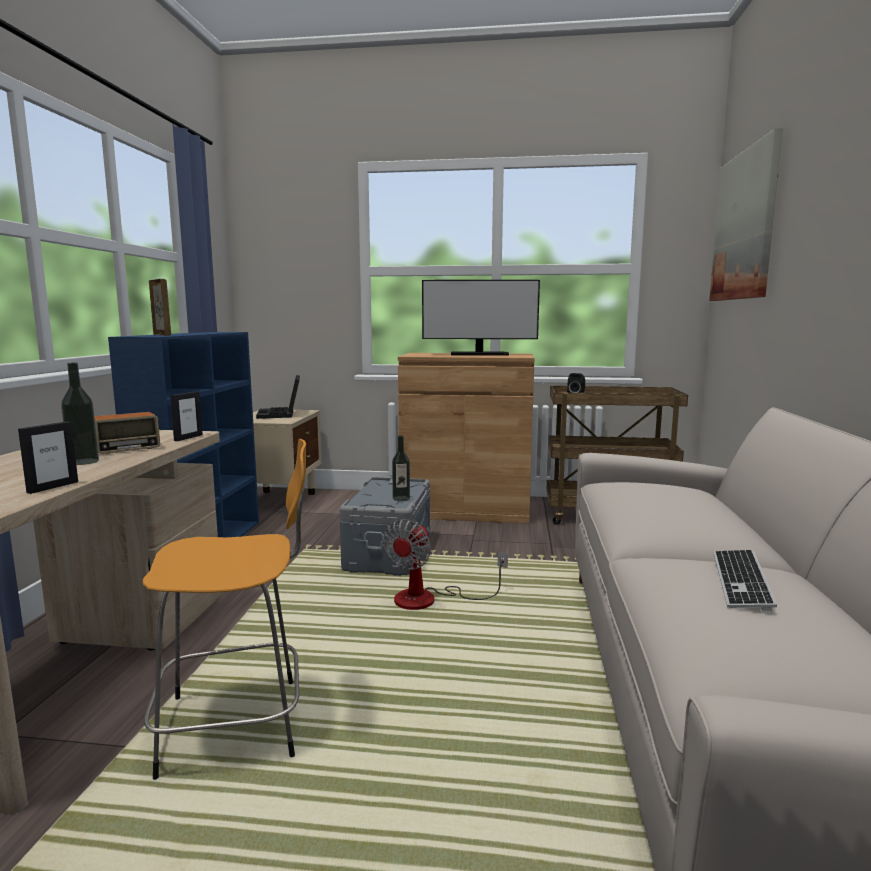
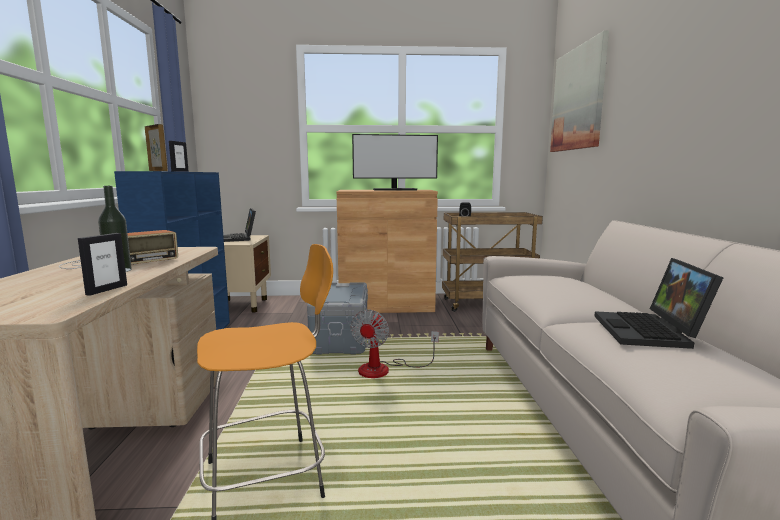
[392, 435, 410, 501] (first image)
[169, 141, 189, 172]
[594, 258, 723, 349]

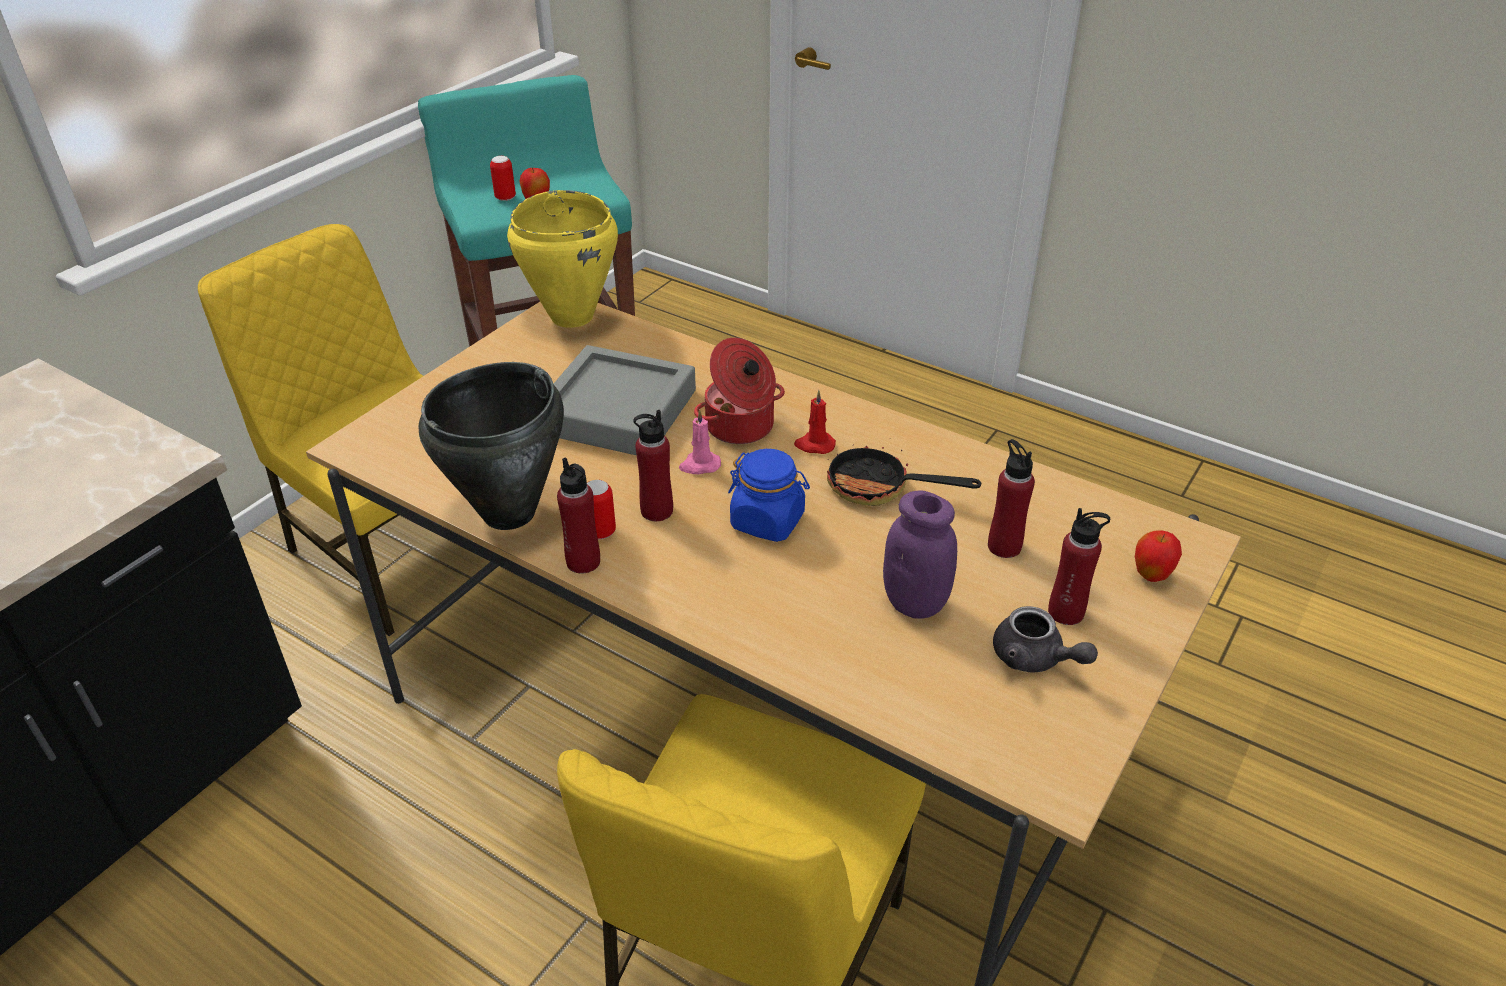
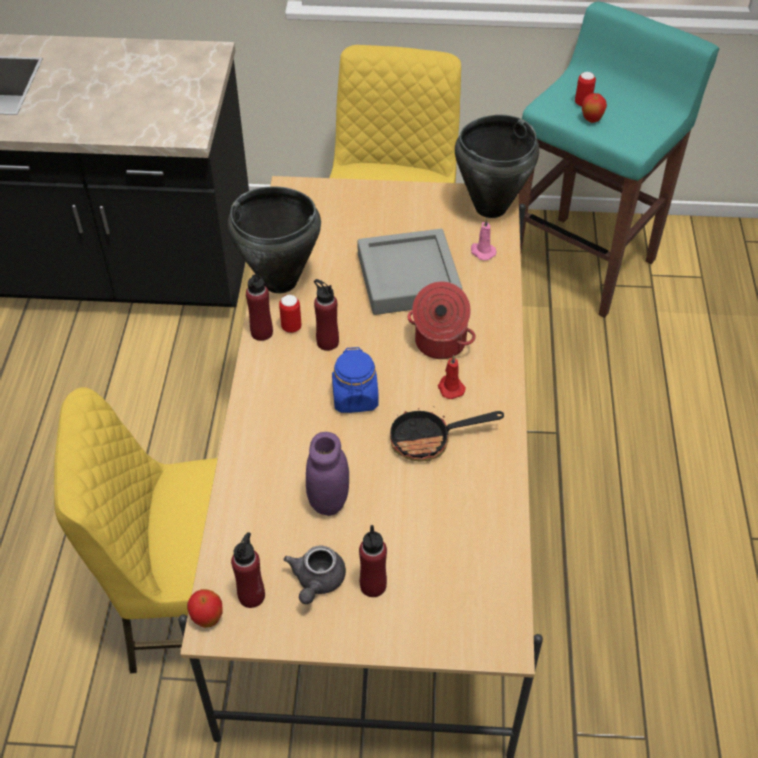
[471, 218, 496, 260]
[231, 532, 265, 608]
[187, 589, 223, 628]
[455, 115, 539, 218]
[390, 401, 504, 462]

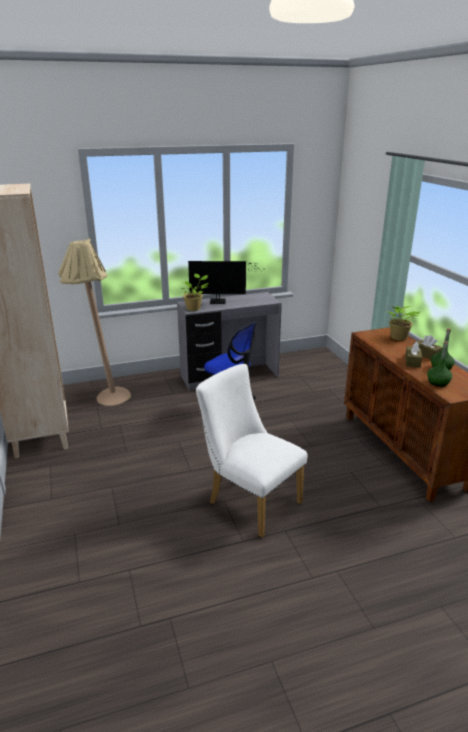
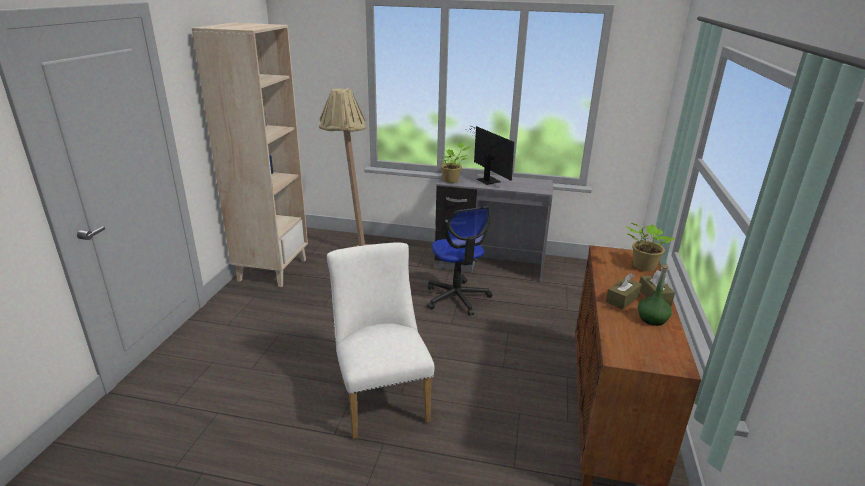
[427, 341, 452, 387] (first image)
[470, 126, 514, 185]

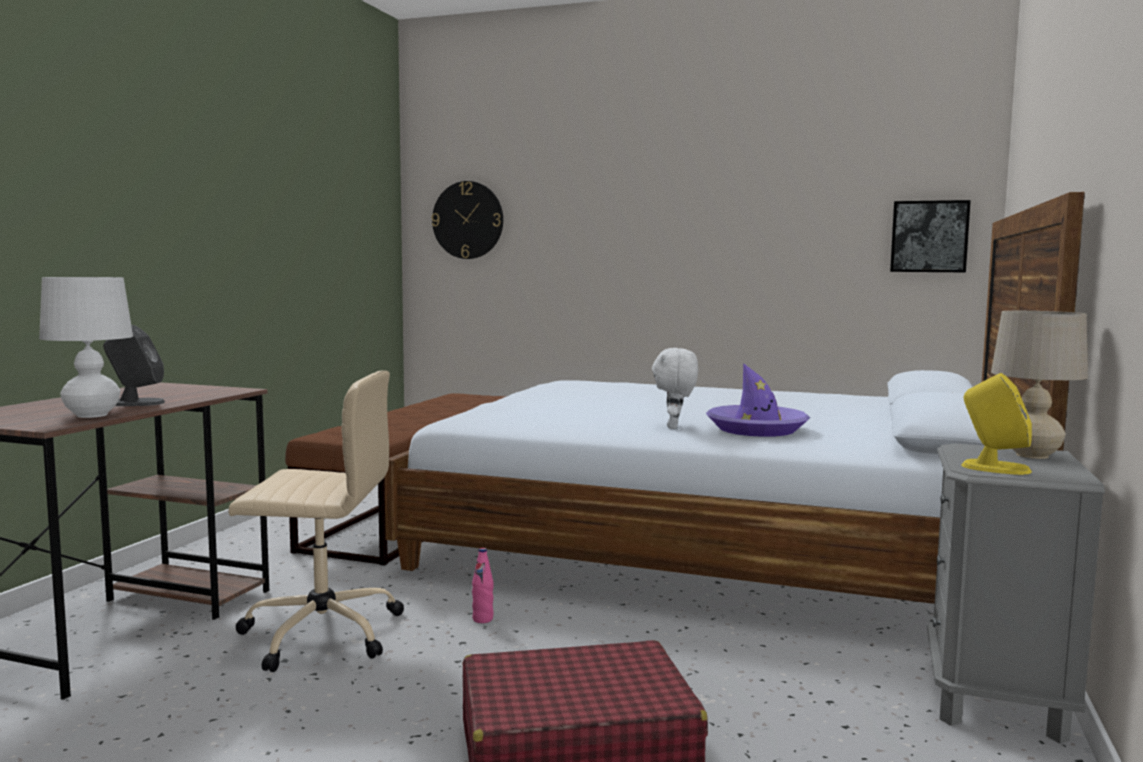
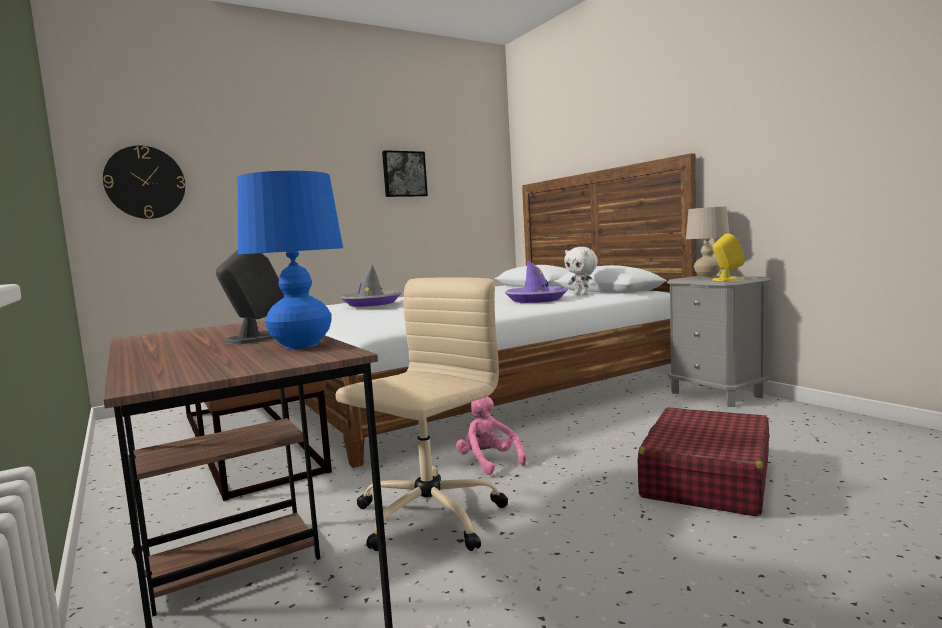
[341, 265, 401, 307]
[564, 247, 598, 295]
[382, 150, 428, 197]
[456, 396, 526, 475]
[237, 171, 343, 349]

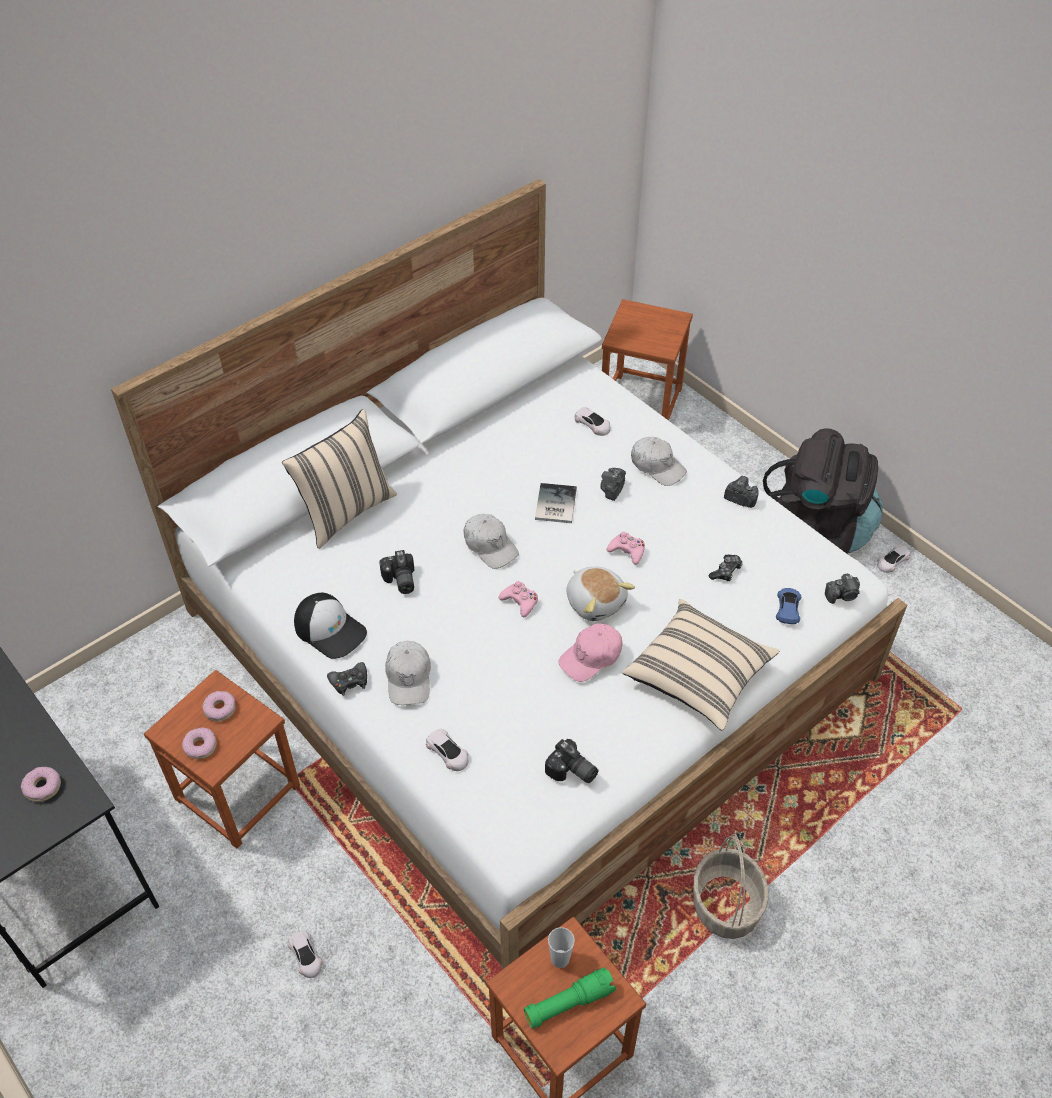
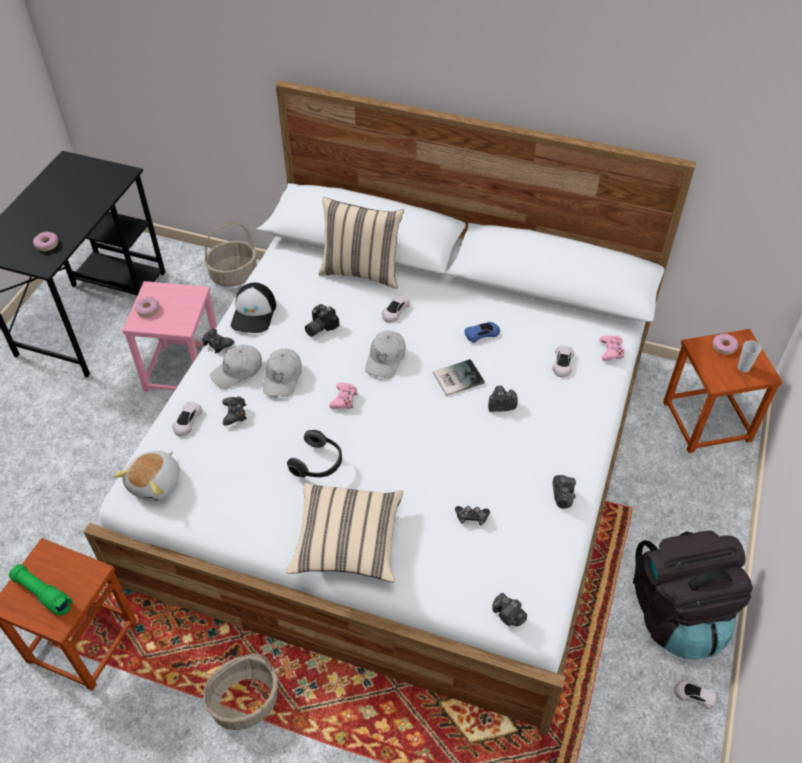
[545, 739, 598, 783] (first image)
[204, 222, 257, 287]
[222, 396, 247, 426]
[713, 334, 738, 355]
[382, 295, 410, 323]
[737, 340, 762, 373]
[114, 451, 180, 501]
[600, 335, 624, 361]
[263, 348, 302, 397]
[464, 322, 500, 343]
[287, 430, 342, 477]
[122, 281, 217, 392]

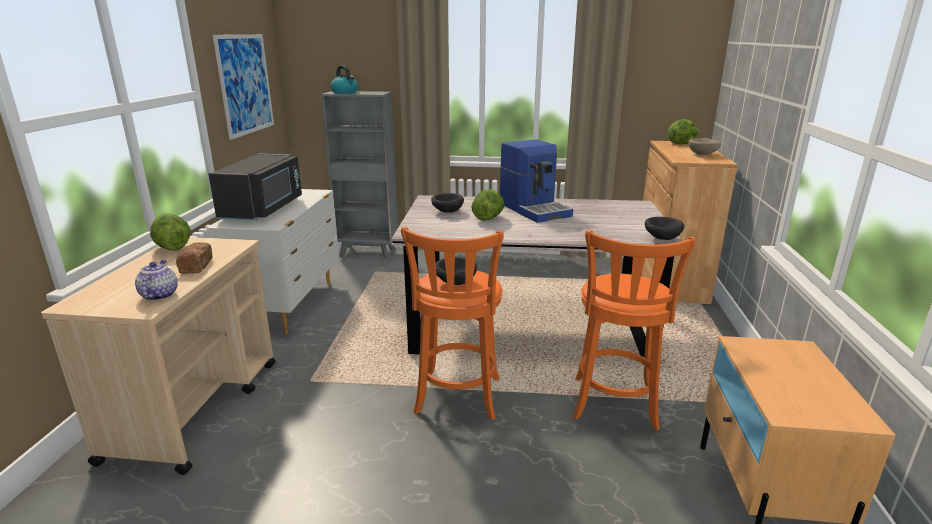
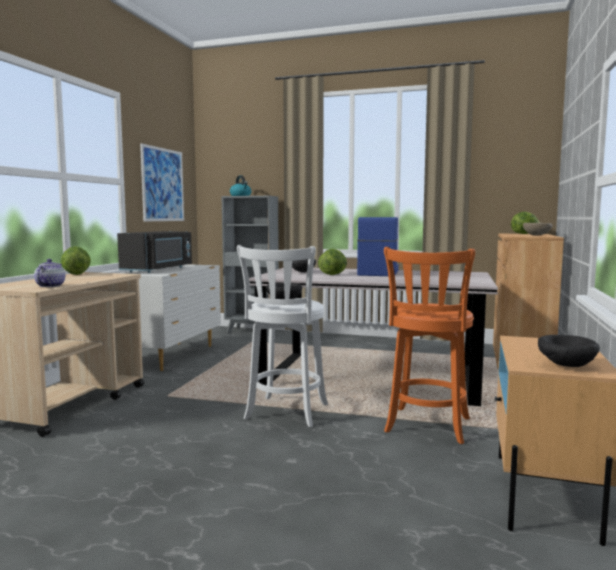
[176, 242, 212, 274] (first image)
[538, 335, 599, 367]
[237, 245, 328, 427]
[357, 217, 399, 276]

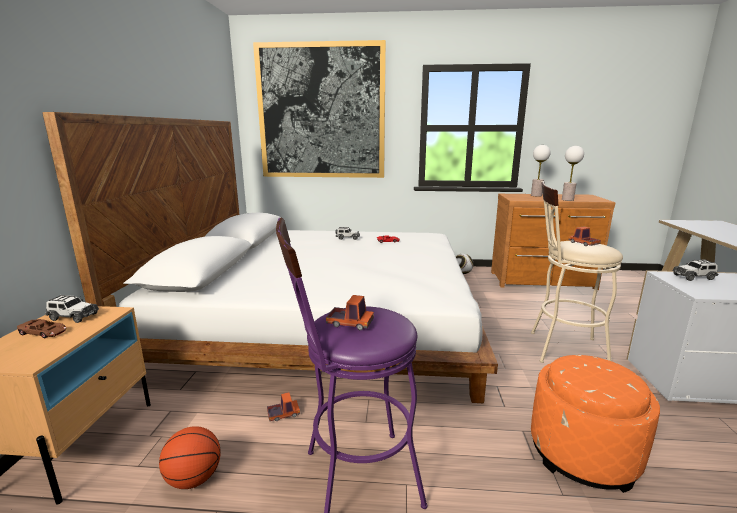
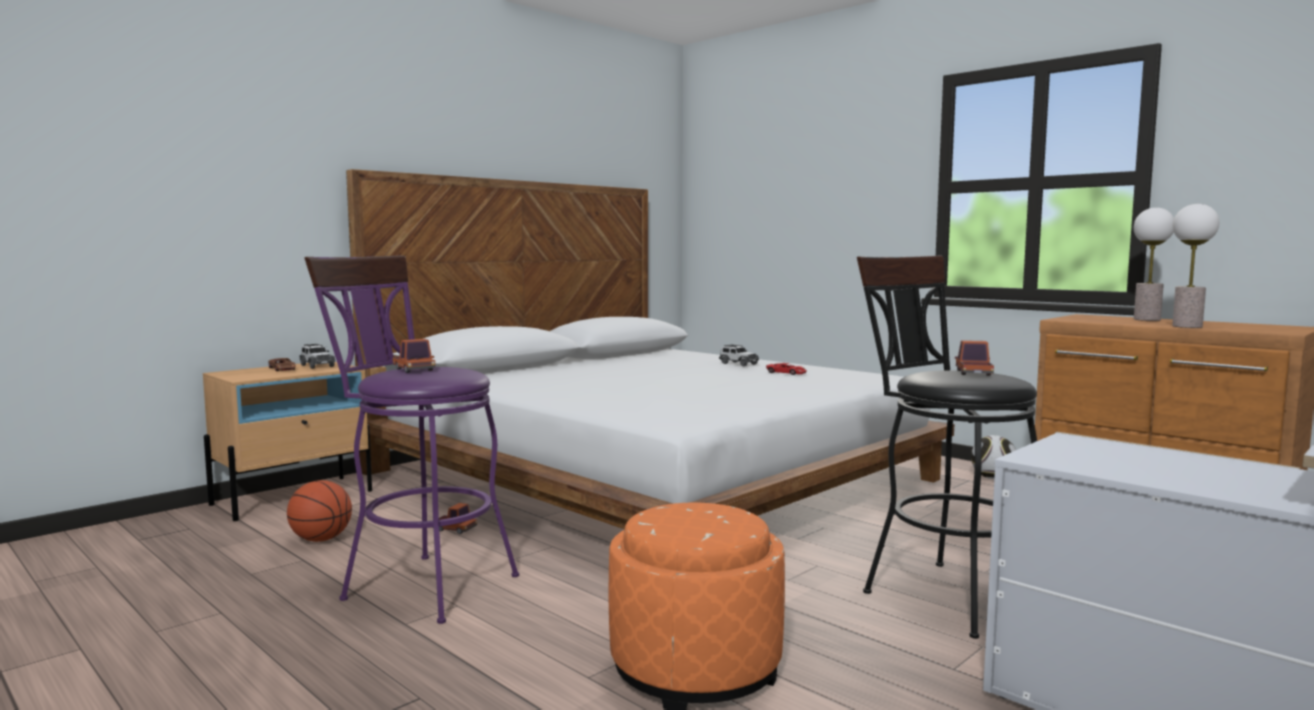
[253, 40, 386, 178] (first image)
[672, 259, 718, 281] (first image)
[857, 256, 1037, 639]

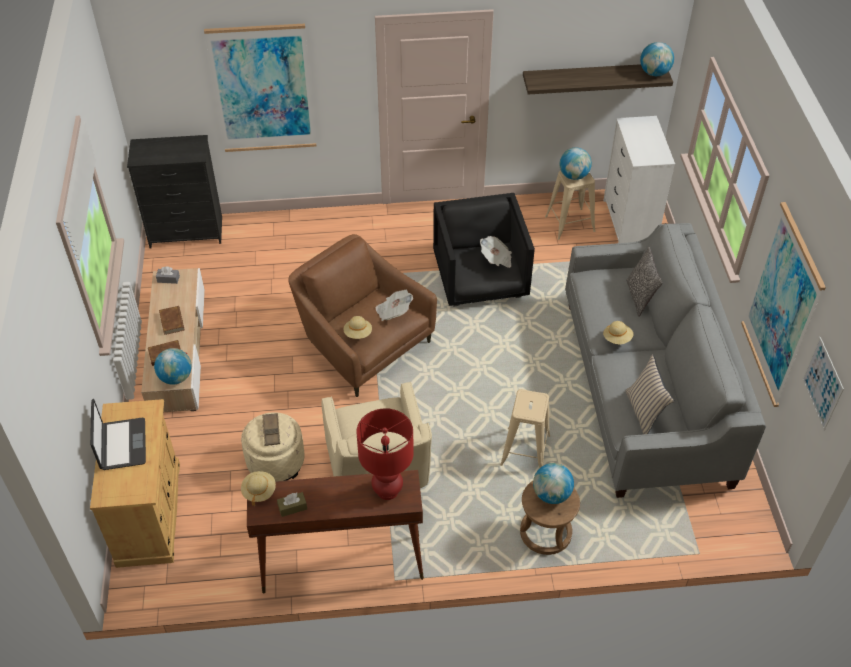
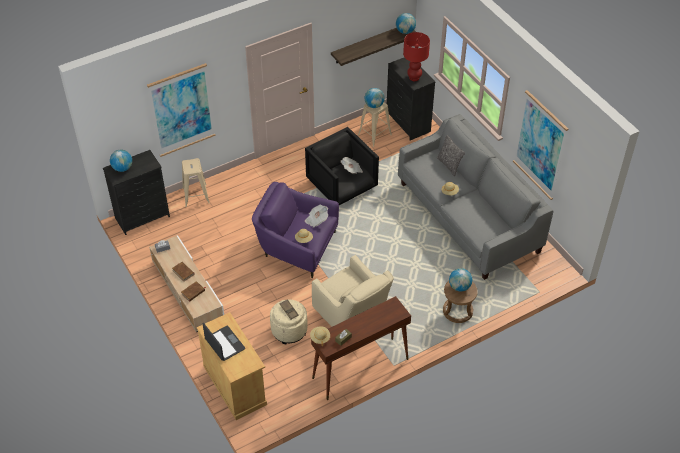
[626, 355, 674, 434] (first image)
[802, 337, 844, 431] (first image)
[110, 150, 132, 172]
[403, 32, 430, 81]
[182, 158, 210, 207]
[252, 182, 339, 278]
[387, 57, 436, 140]

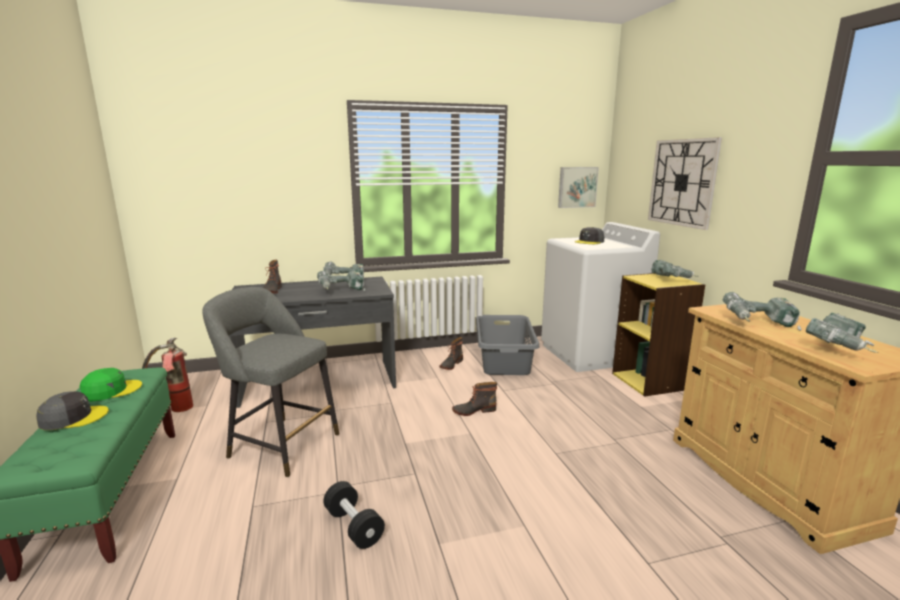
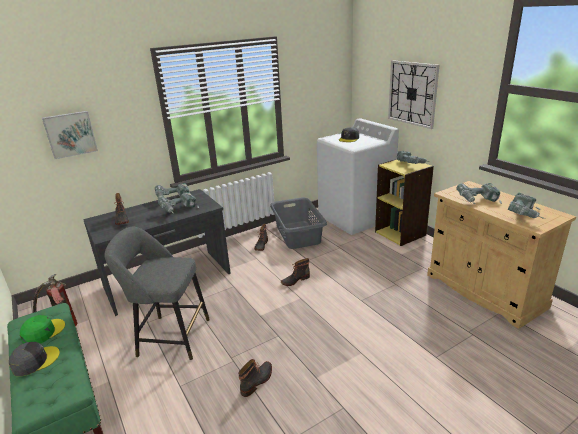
[42, 111, 98, 159]
[238, 359, 272, 397]

